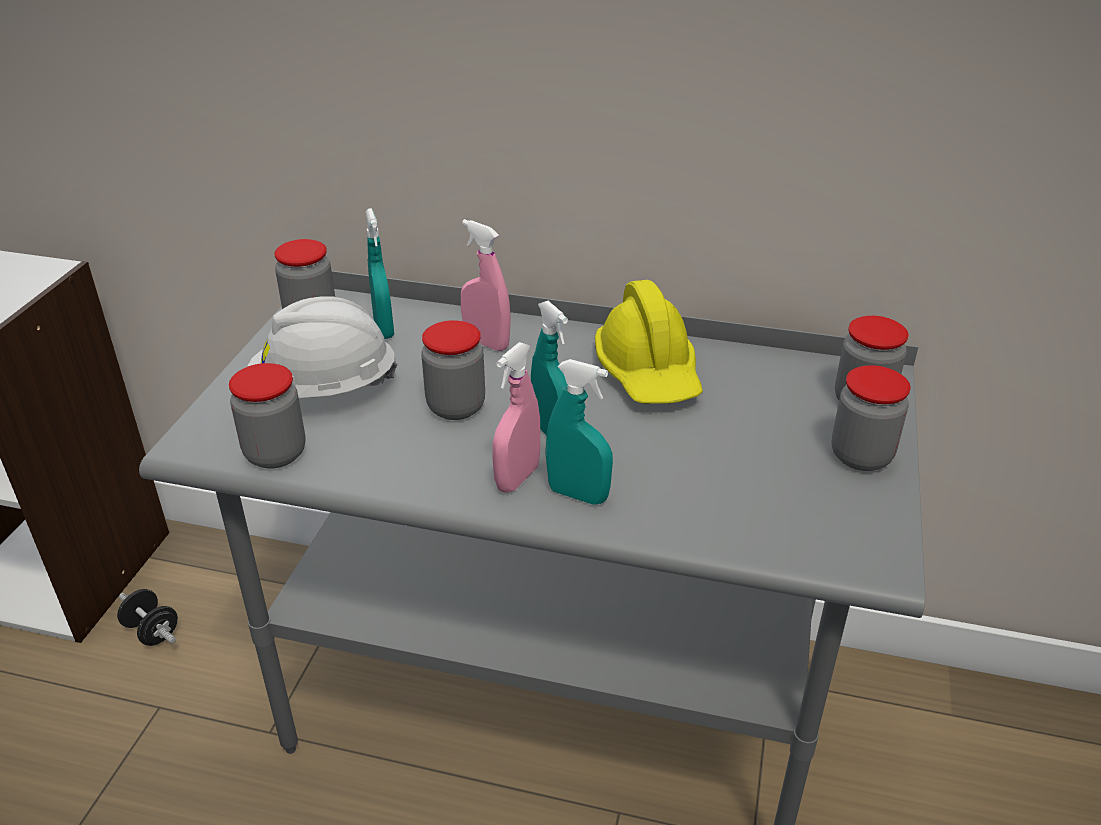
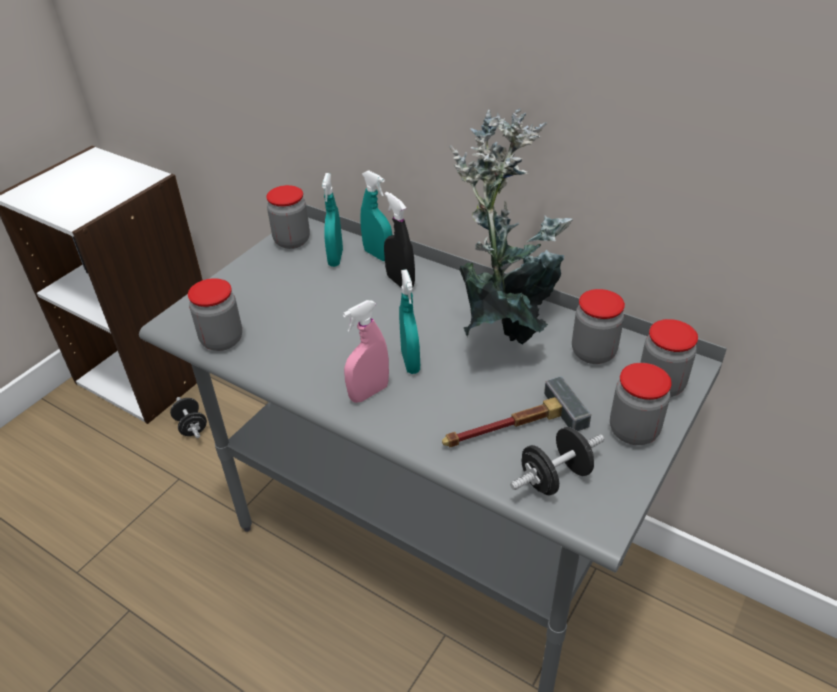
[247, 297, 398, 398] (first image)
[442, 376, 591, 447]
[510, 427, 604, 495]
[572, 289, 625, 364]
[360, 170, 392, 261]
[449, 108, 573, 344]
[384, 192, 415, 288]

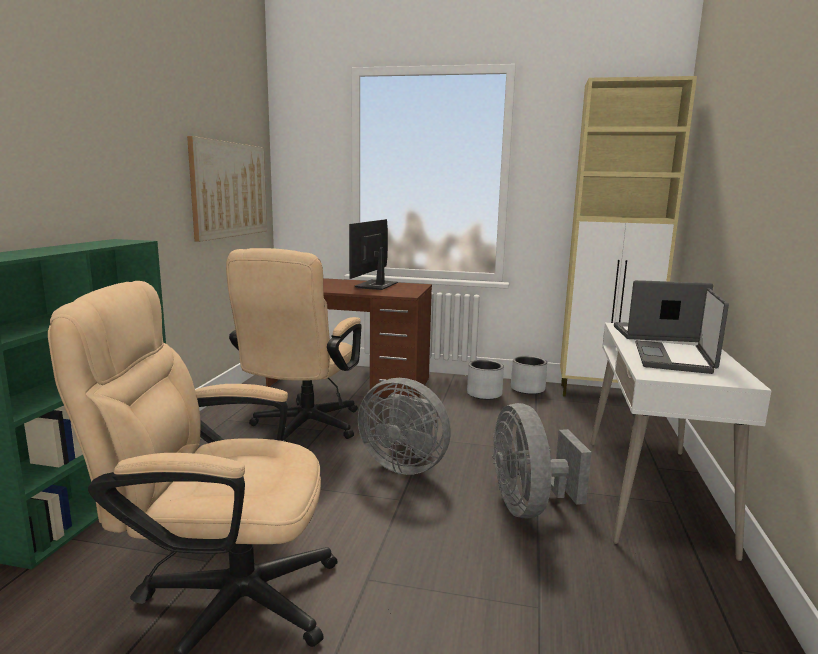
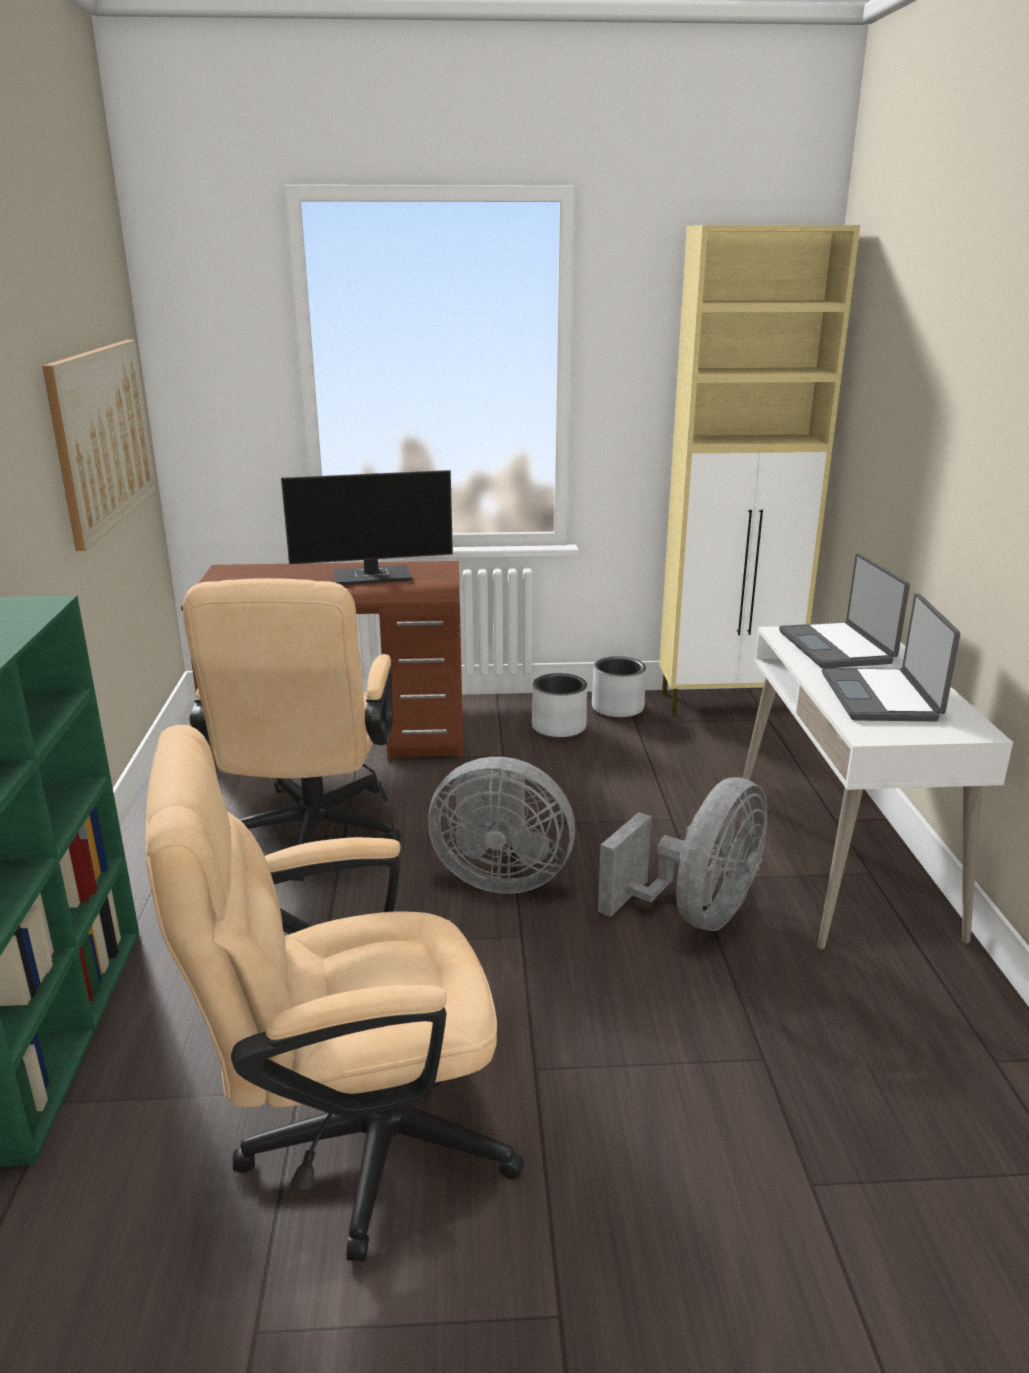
[281, 470, 453, 585]
[598, 777, 767, 931]
[779, 553, 910, 668]

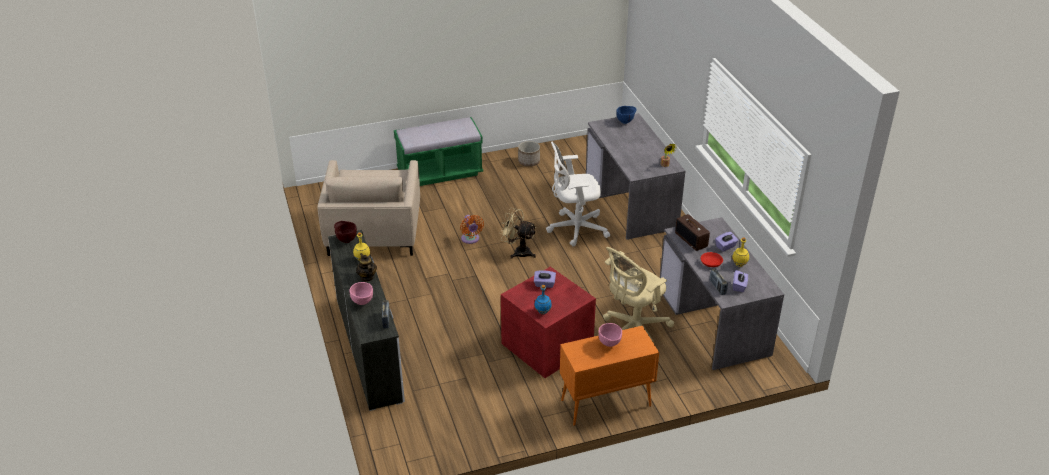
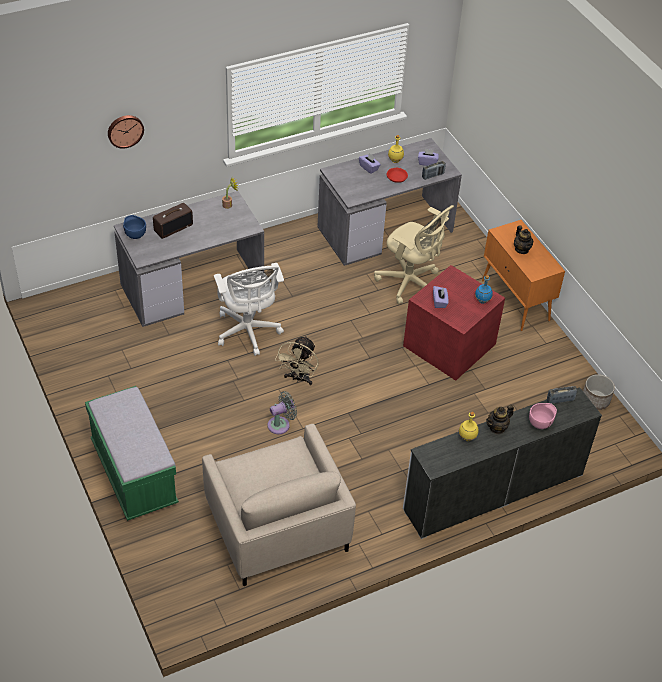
[334, 221, 357, 243] (first image)
[108, 115, 144, 149]
[583, 374, 615, 410]
[153, 203, 193, 239]
[514, 225, 533, 254]
[268, 391, 297, 434]
[202, 424, 356, 586]

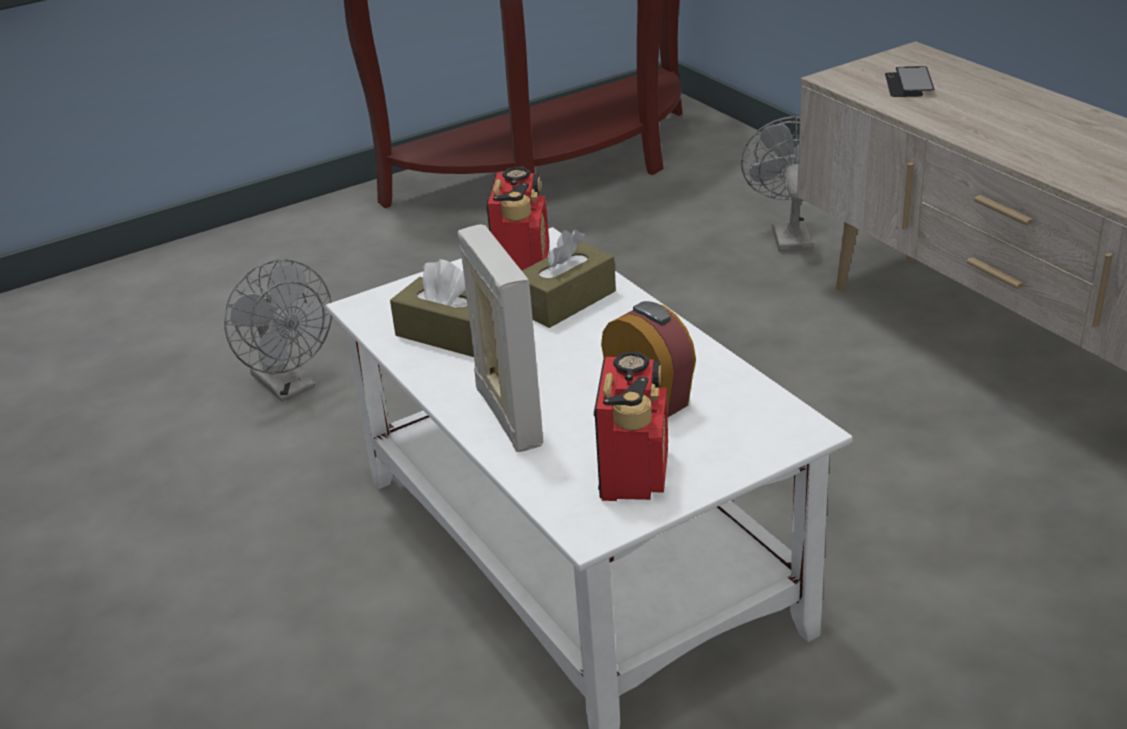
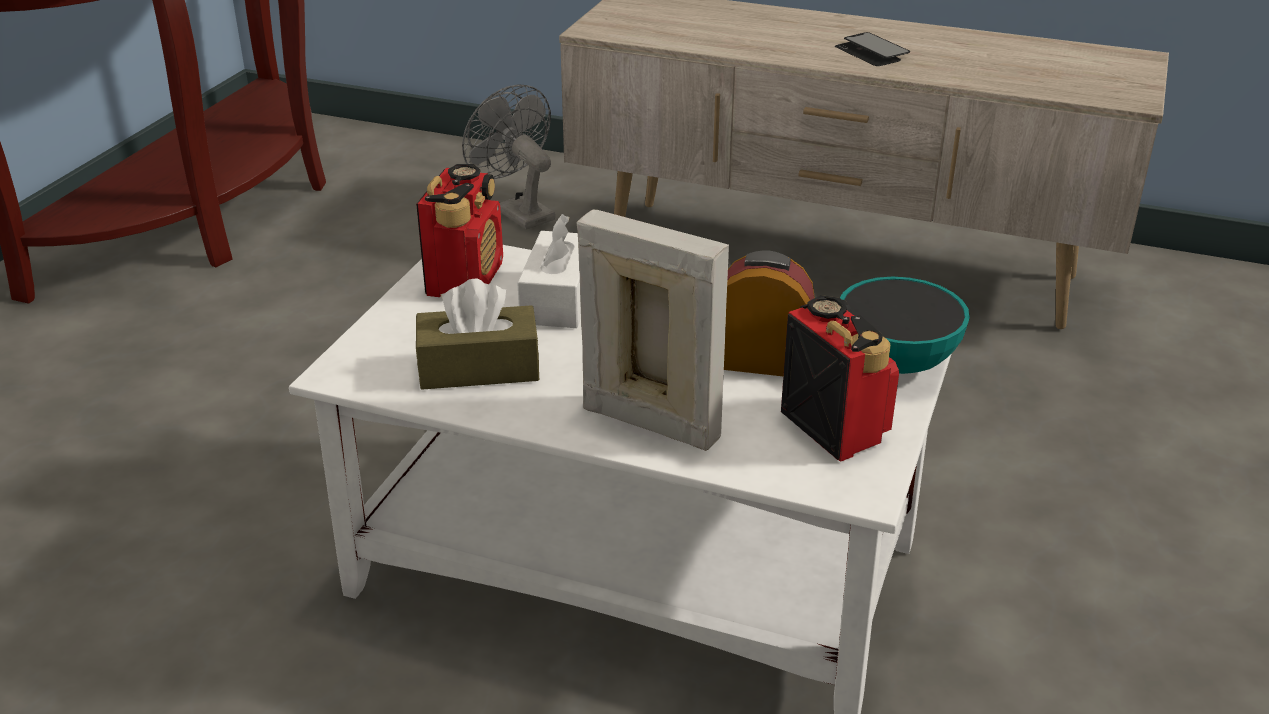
[224, 259, 332, 402] (first image)
[840, 277, 970, 374]
[835, 32, 910, 66]
[517, 214, 581, 328]
[416, 164, 503, 297]

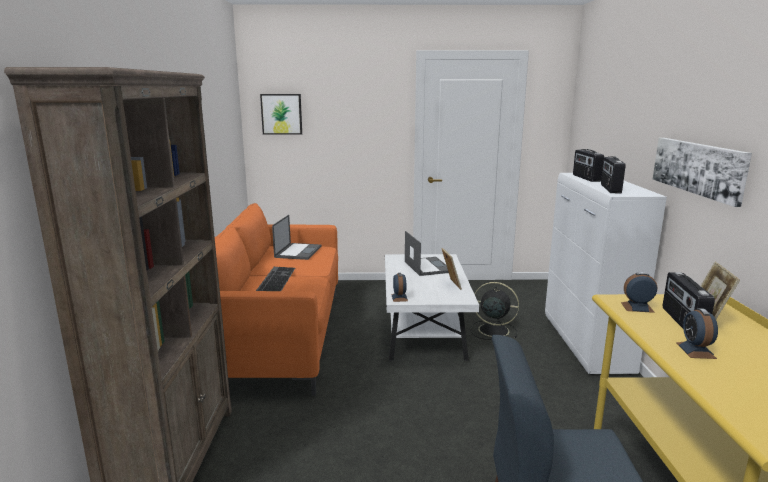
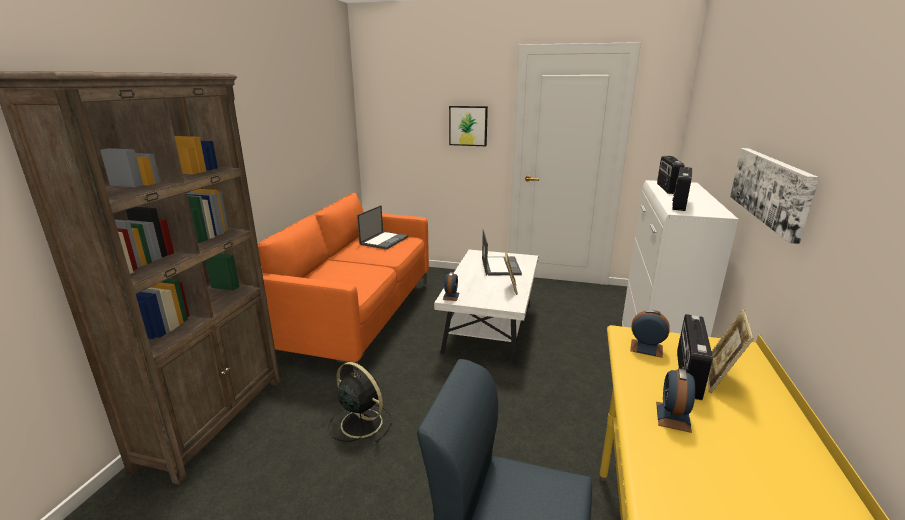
[256, 267, 295, 291] (first image)
[449, 106, 488, 146]
[328, 362, 392, 443]

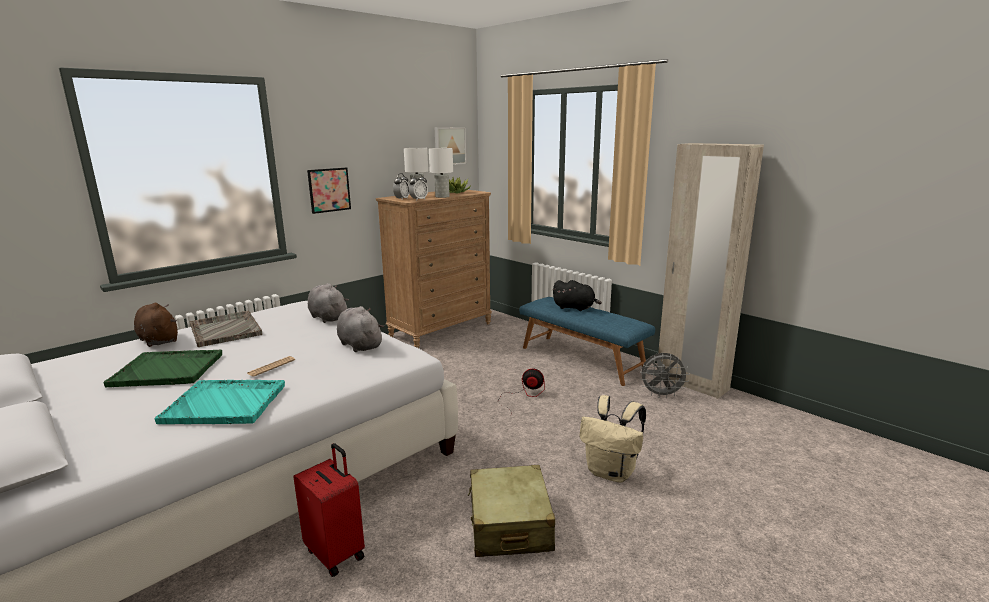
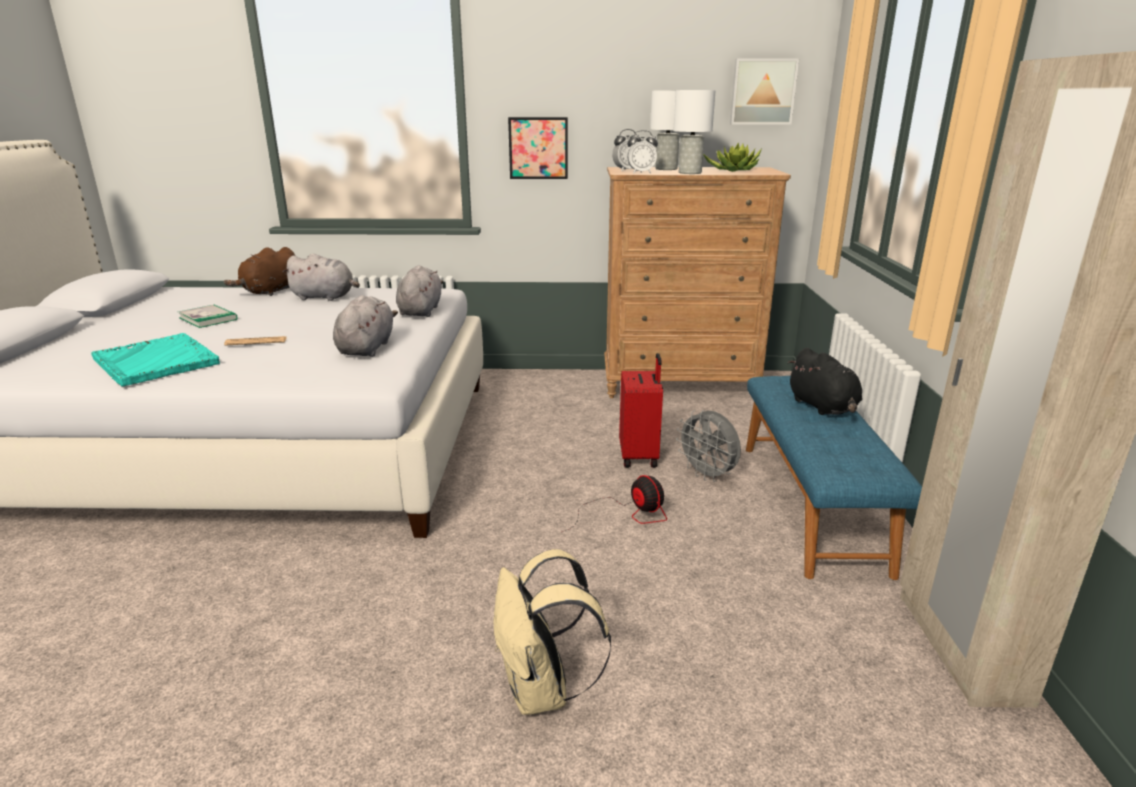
[468, 465, 555, 557] (first image)
[619, 353, 663, 468]
[676, 410, 741, 482]
[178, 305, 238, 328]
[283, 253, 360, 301]
[224, 247, 295, 296]

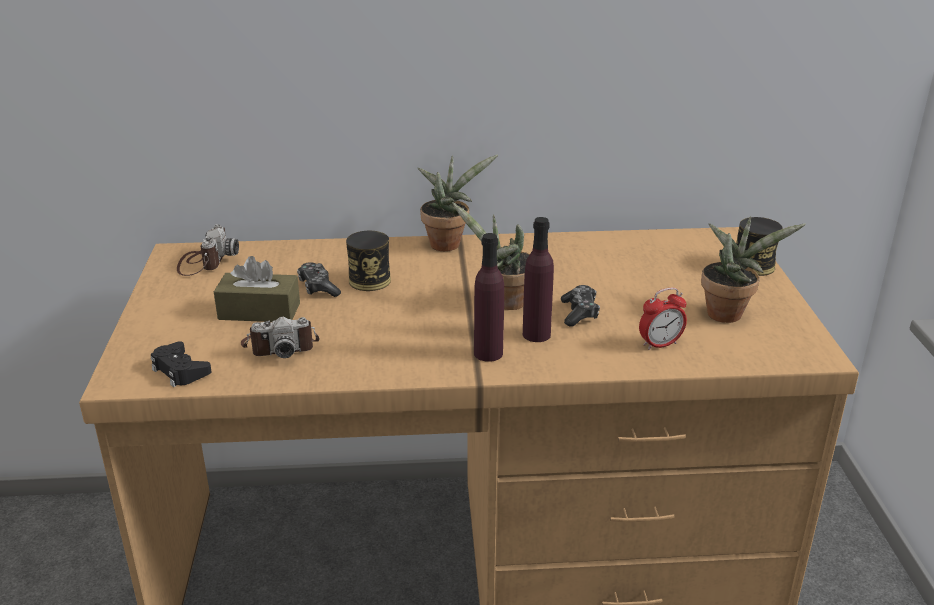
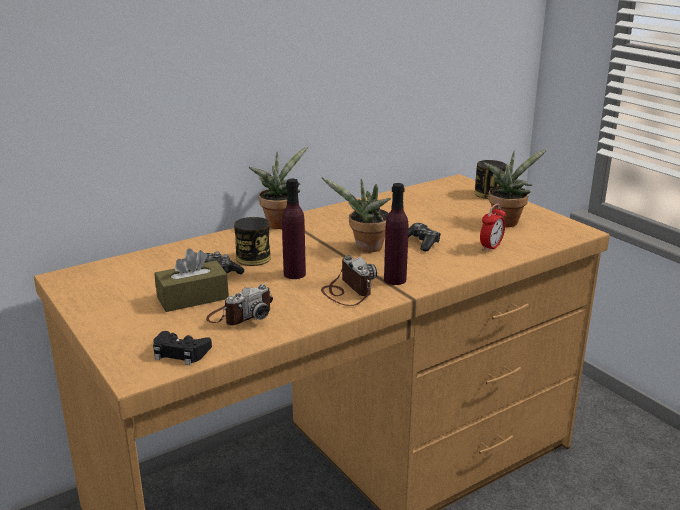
[321, 255, 377, 306]
[282, 179, 306, 279]

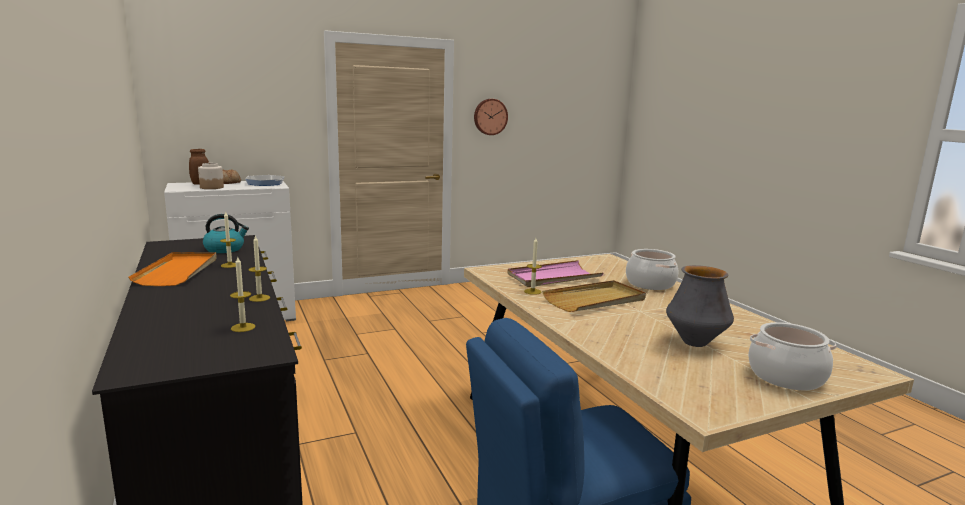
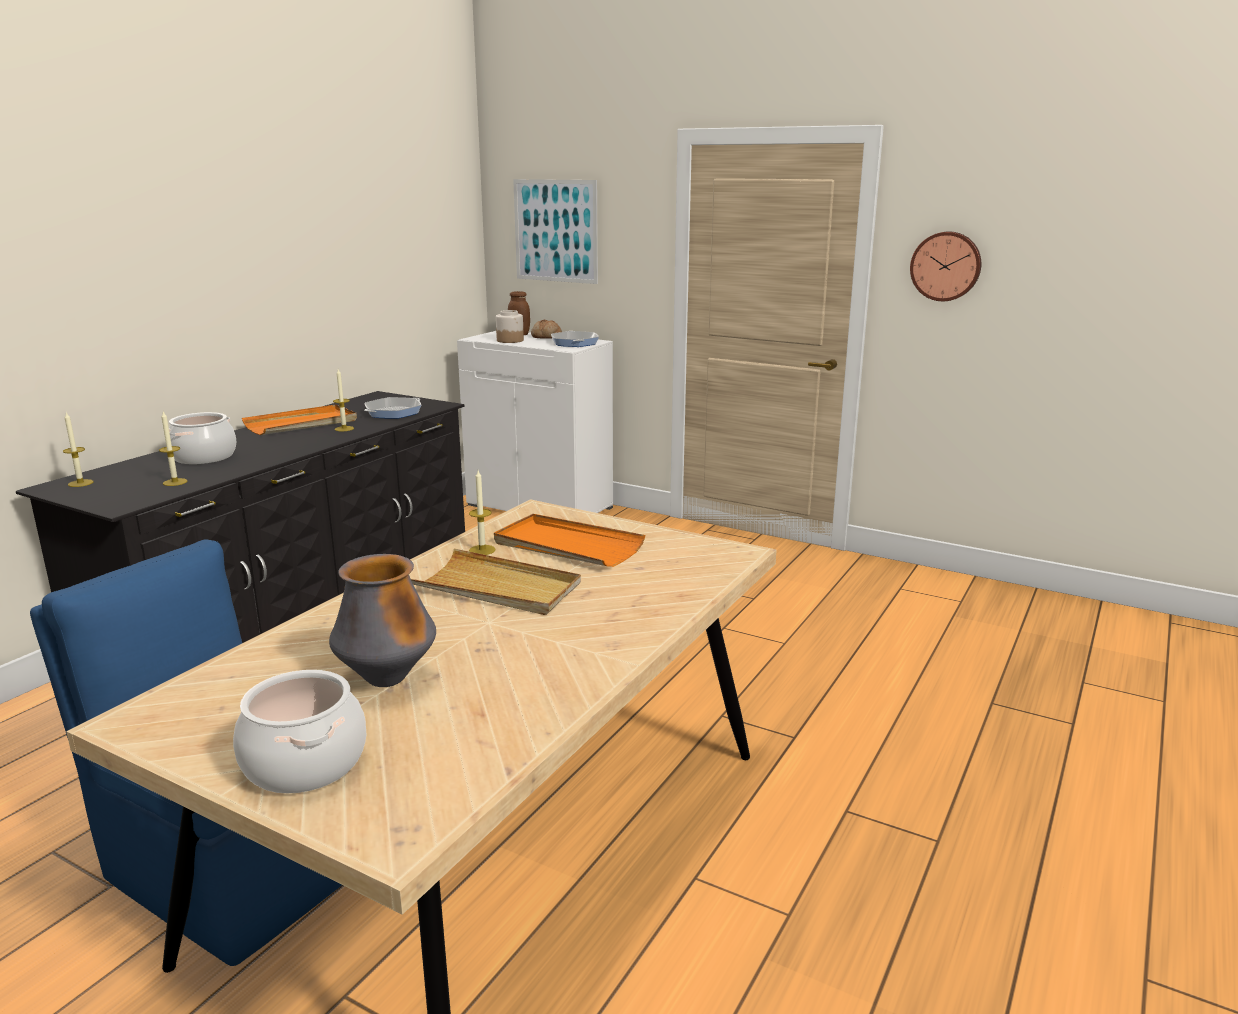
[513, 179, 598, 284]
[63, 413, 93, 487]
[169, 412, 236, 464]
[365, 397, 421, 419]
[494, 514, 645, 567]

